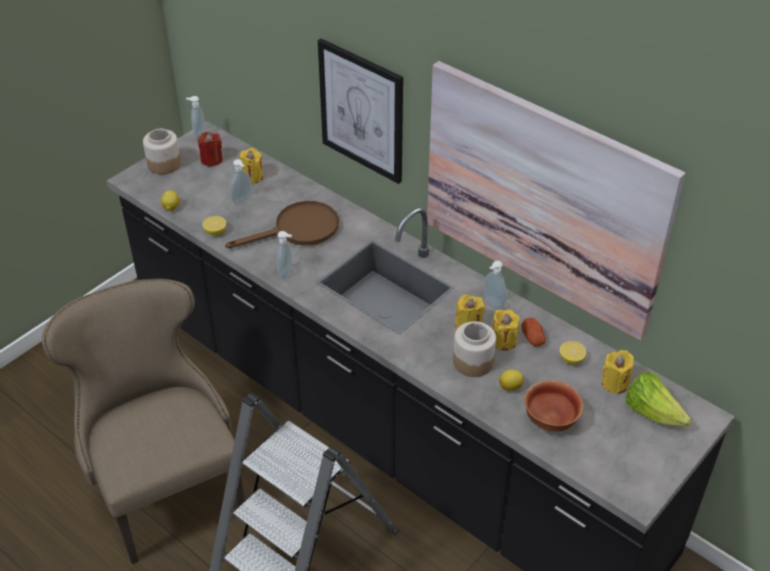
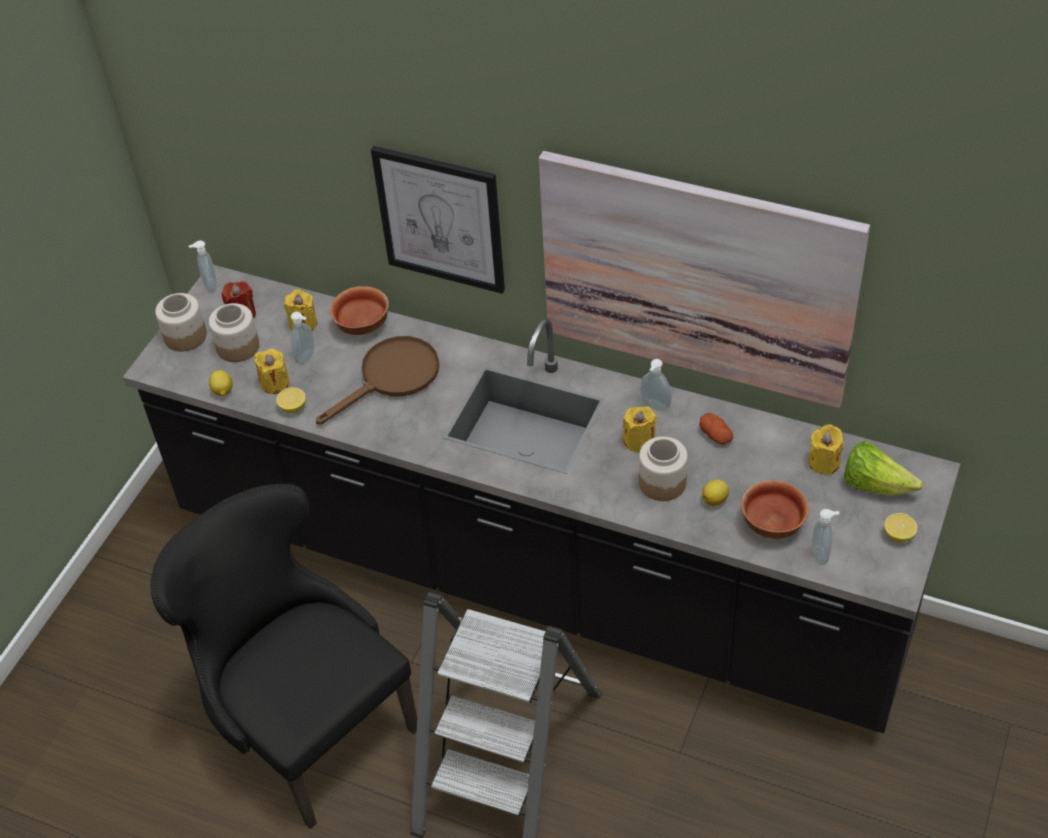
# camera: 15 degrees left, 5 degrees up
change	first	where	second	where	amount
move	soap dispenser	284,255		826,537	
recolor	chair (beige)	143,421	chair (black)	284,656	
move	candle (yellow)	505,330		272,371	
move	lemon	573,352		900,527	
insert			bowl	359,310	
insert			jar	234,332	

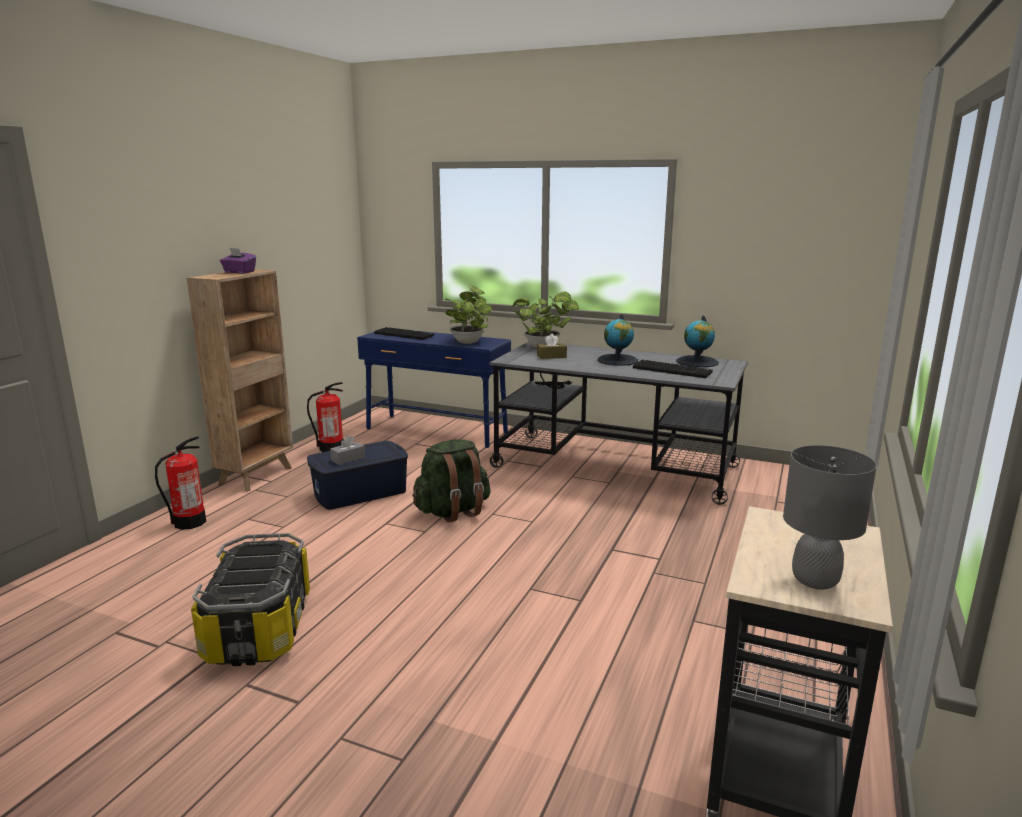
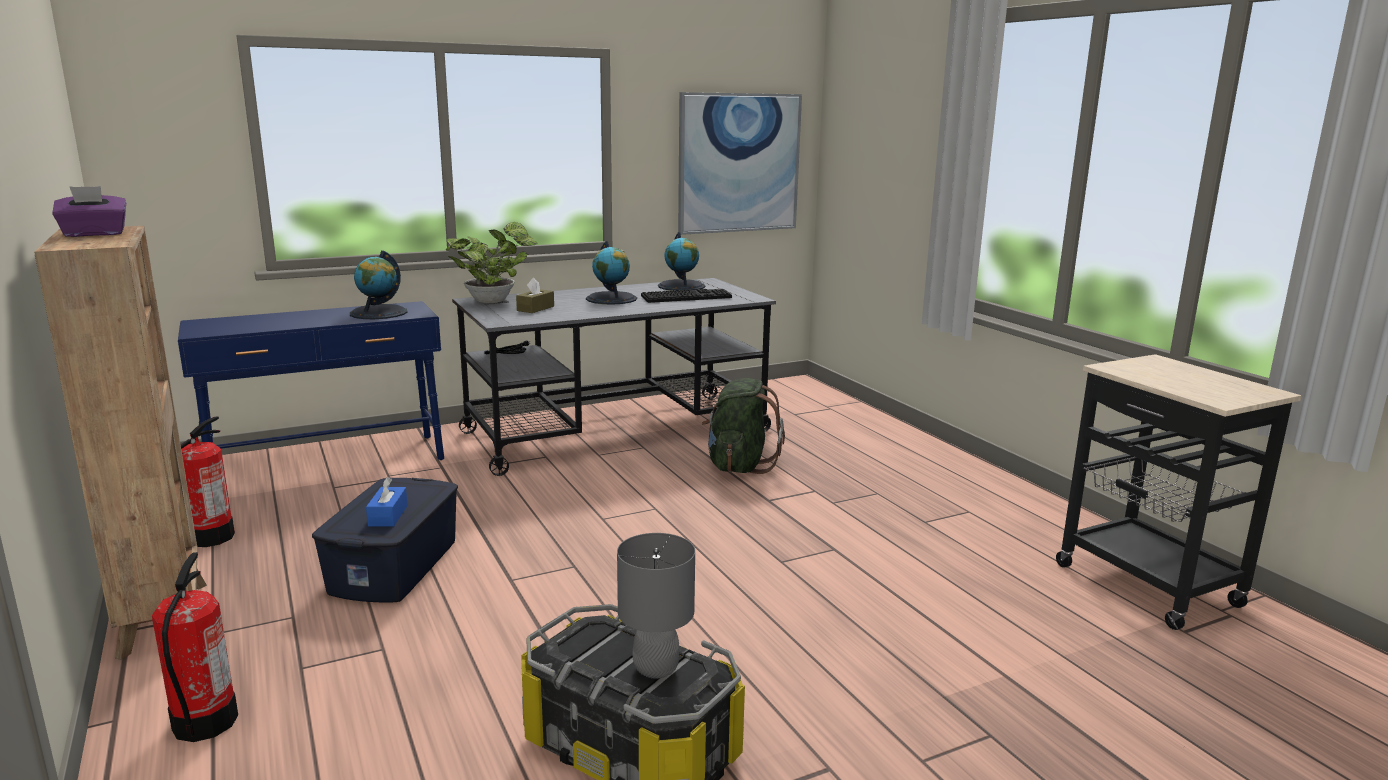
# camera: 50 degrees left, 0 degrees up
change	first	where	second	where	amount
replace	potted plant	468,314	globe	379,285	
delete	keyboard	404,333			
recolor	tissue box (grey)	347,450	tissue box (blue)	387,502	
move	backpack (green)	451,481		743,426	
move	table lamp (grey)	830,517		656,606	
insert			picture	740,163	

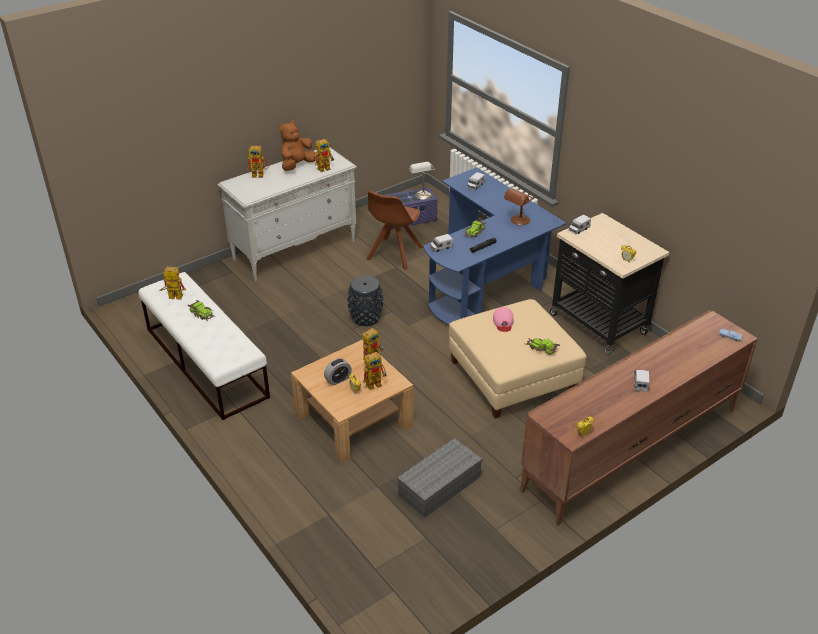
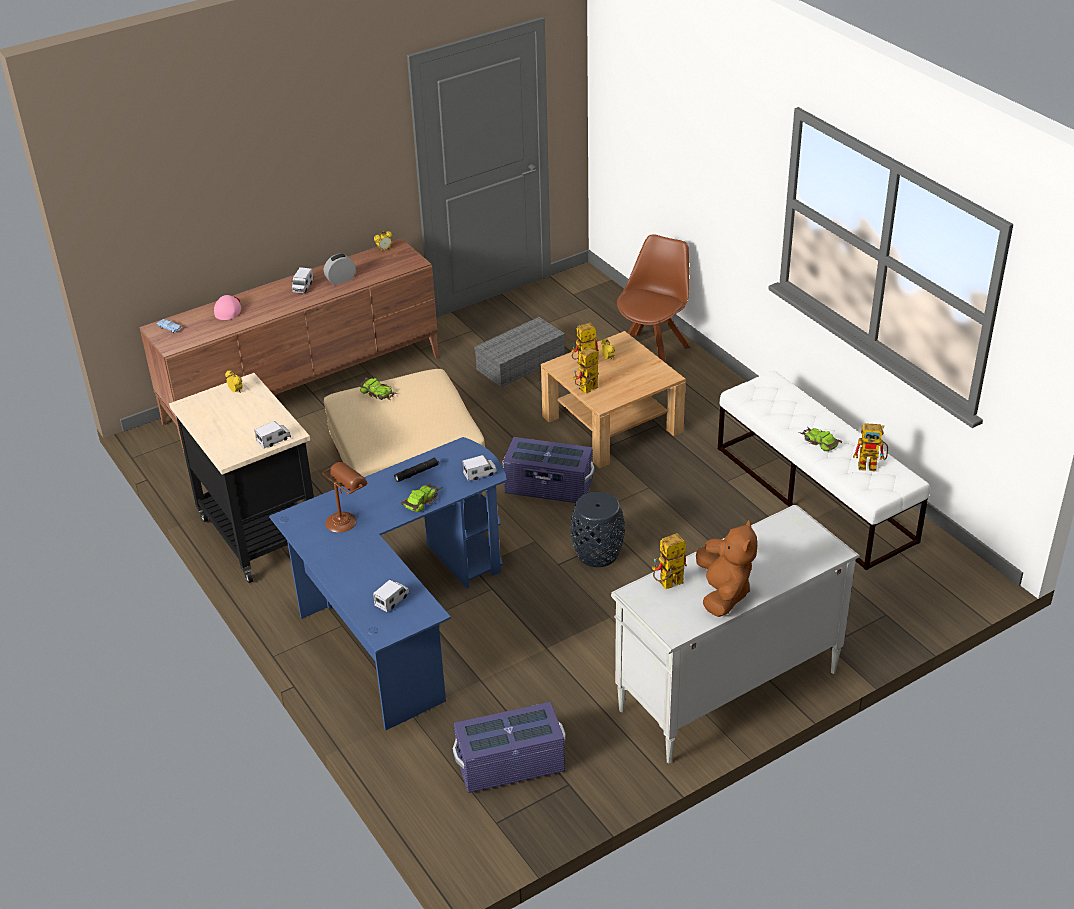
# camera: 175 degrees left, 0 degrees up
change	first	where	second	where	amount
rotate	plush toy (brown)	297,146		726,568	45 degrees counterclockwise
delete	toy robot	258,162			
delete	table lamp (white)	422,181			
move	chair (brown)	395,230		653,298	
move	cap (pink)	503,319		227,307	
move	alarm clock	338,372		340,269	
insert			storage box (purple)	548,470	

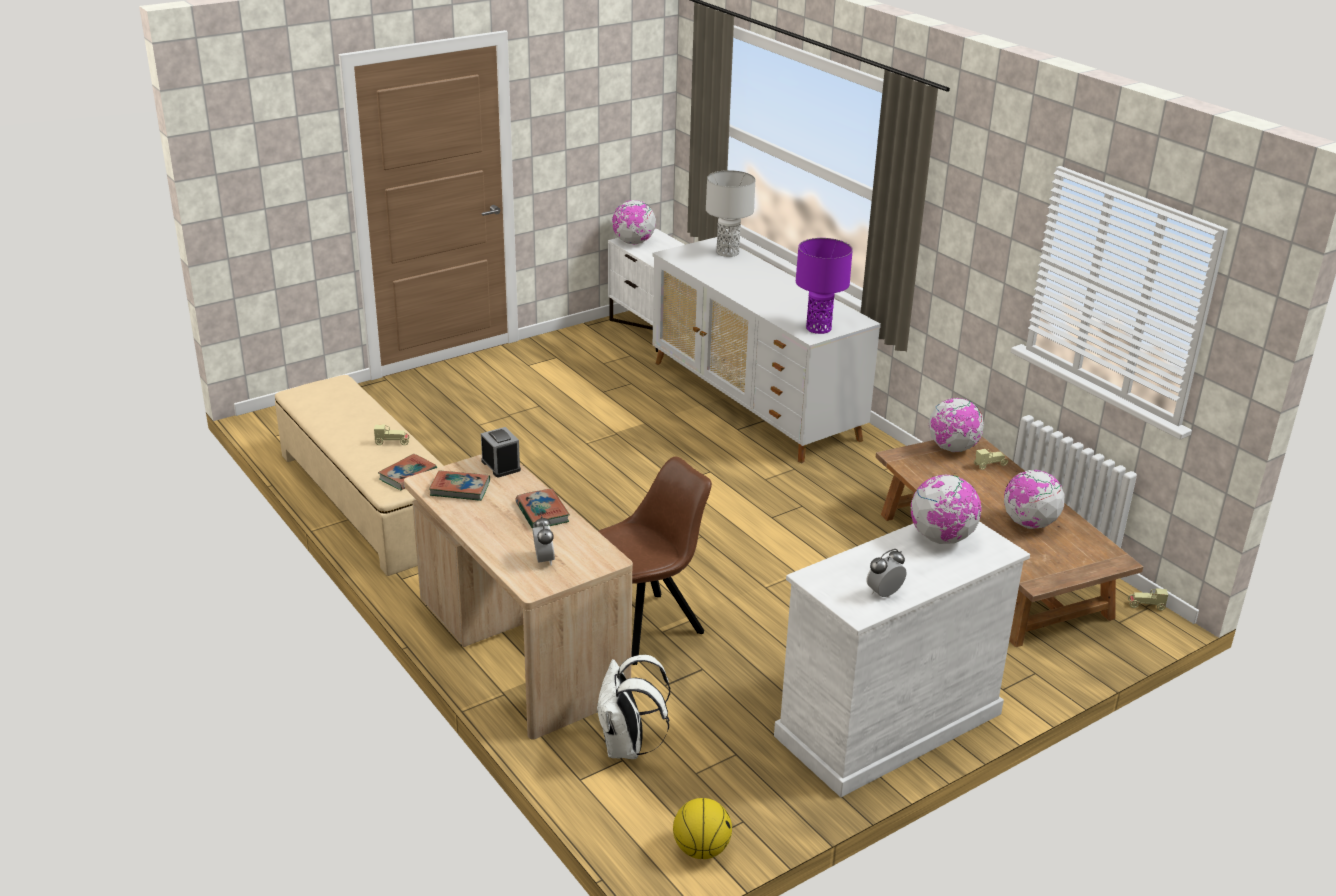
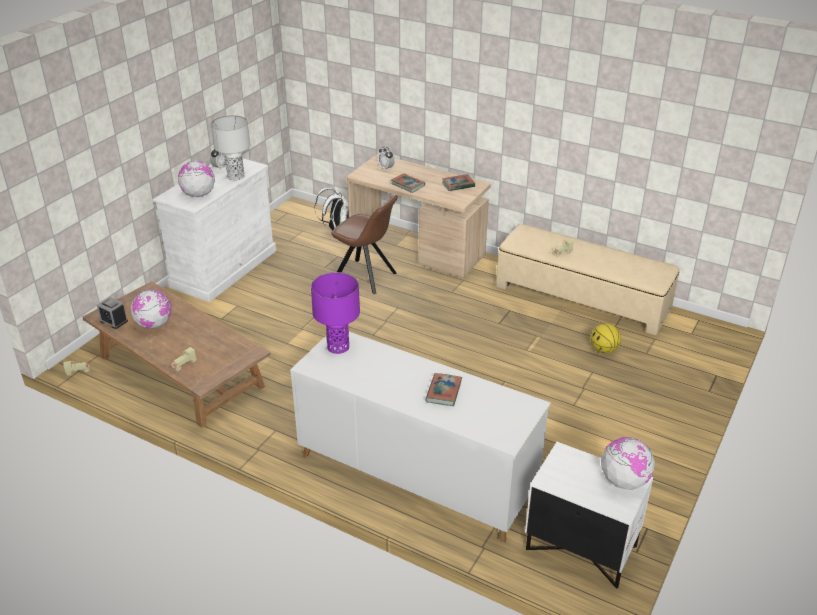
# camera: 155 degrees right, 5 degrees up
change	first	where	second	where	amount
move	table lamp (white)	730,213		230,147	
delete	globe	956,425			
move	alarm clock	501,452		112,313	
move	book	407,472		443,389	
rotate	chair (brown)	655,560		364,244	90 degrees counterclockwise
move	basketball	702,828		606,338	

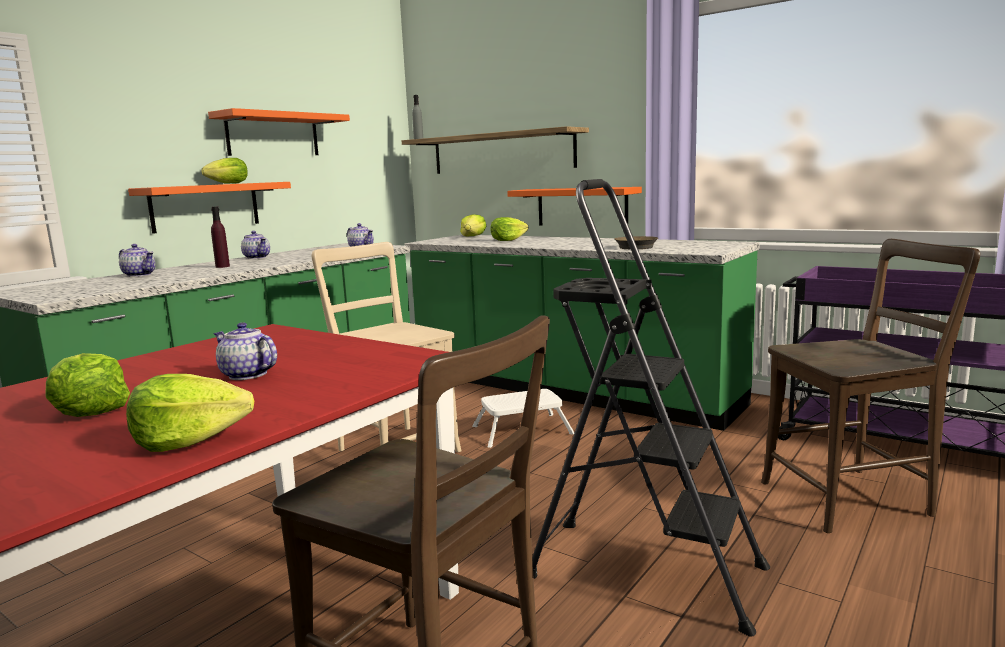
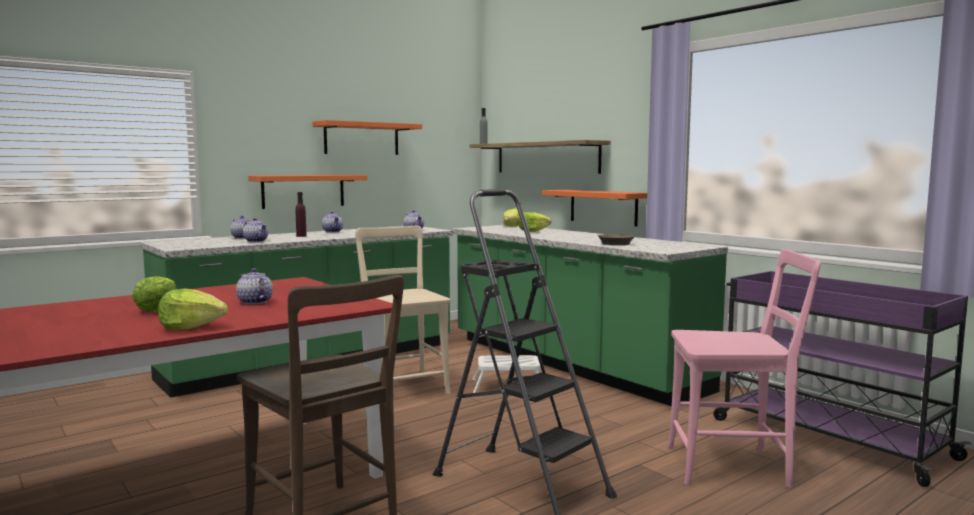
# camera: 15 degrees right, 5 degrees down
change	first	where	second	where	amount
delete	lettuce	225,171			
recolor	chair (brown)	870,386	chair (pink)	744,368	
insert			teapot	255,230	

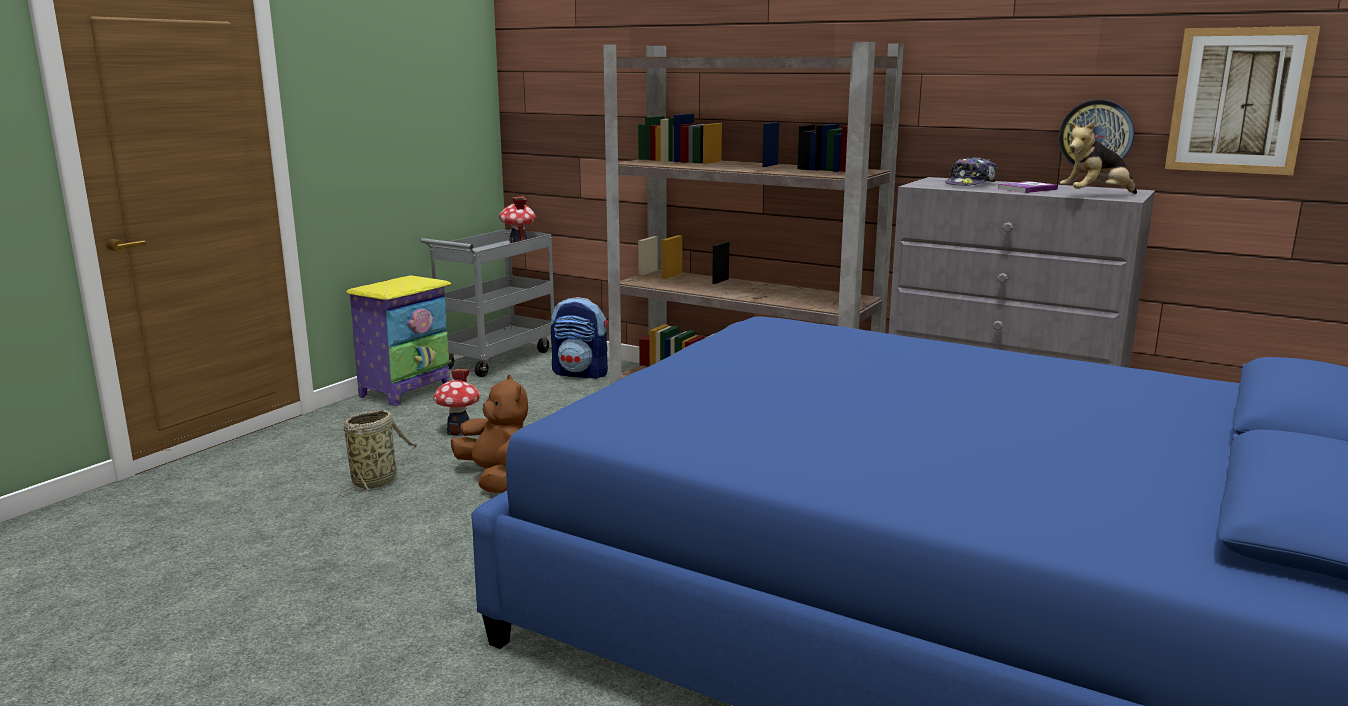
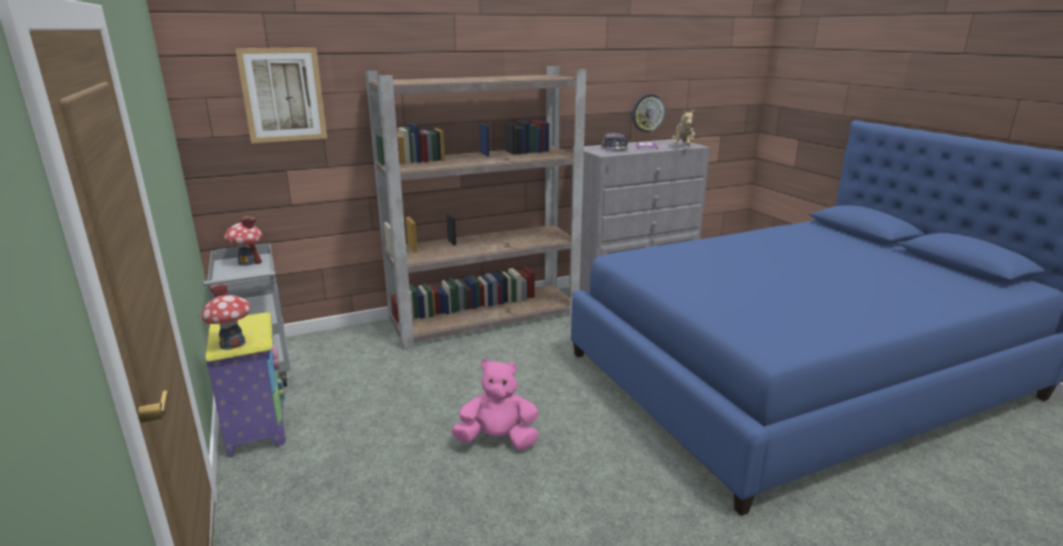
# camera: 55 degrees left, 5 degrees up
change	first	where	second	where	amount
move	picture	1242,100		281,95	
delete	backpack	579,338			
move	toy house	456,402		226,316	
recolor	plush toy (brown)	489,434	plush toy (pink)	495,404	
delete	basket	378,453			

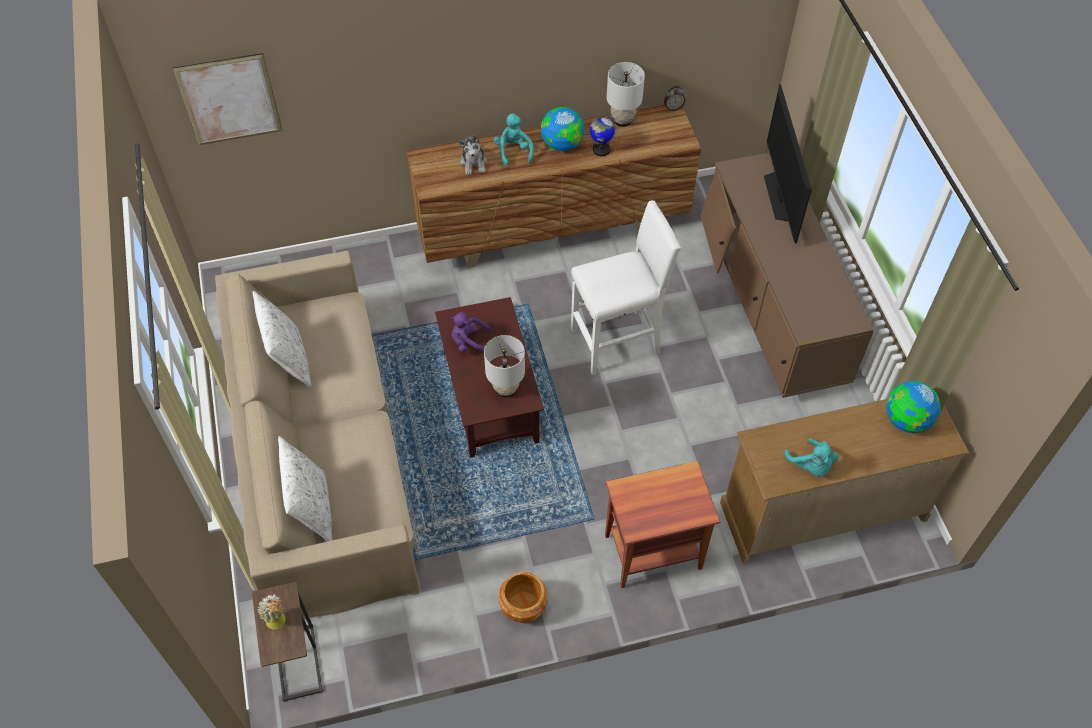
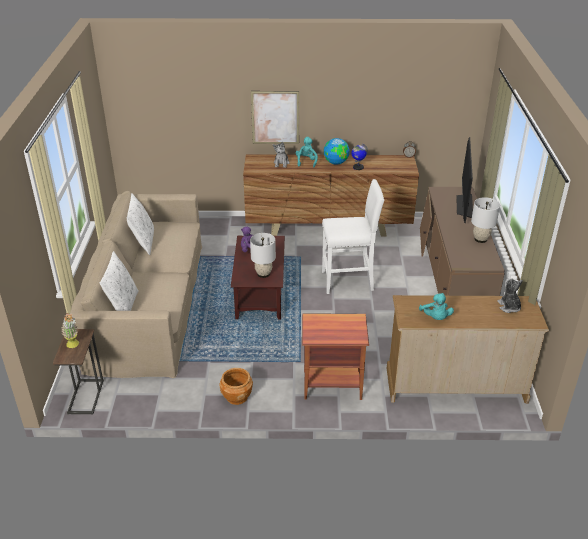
# camera: 15 degrees right, 20 degrees down
change	first	where	second	where	amount
move	picture	228,99		275,117	
move	table lamp (white)	625,94		485,220	
replace	globe	913,407	plush toy	510,295	

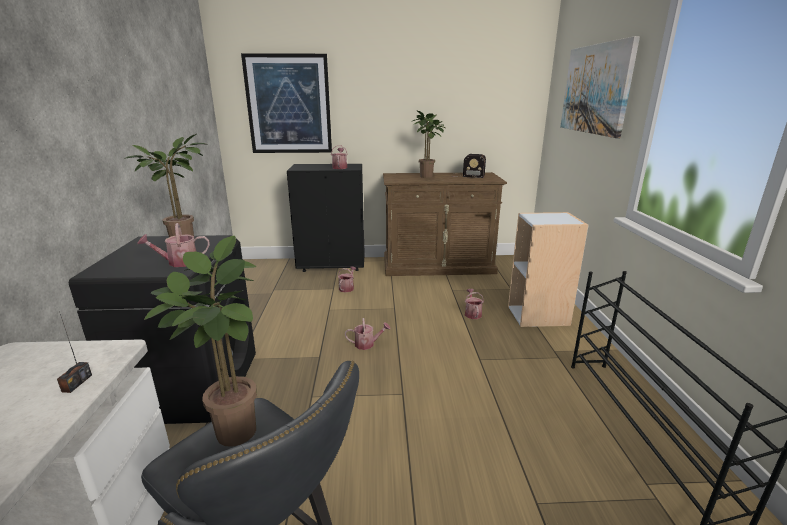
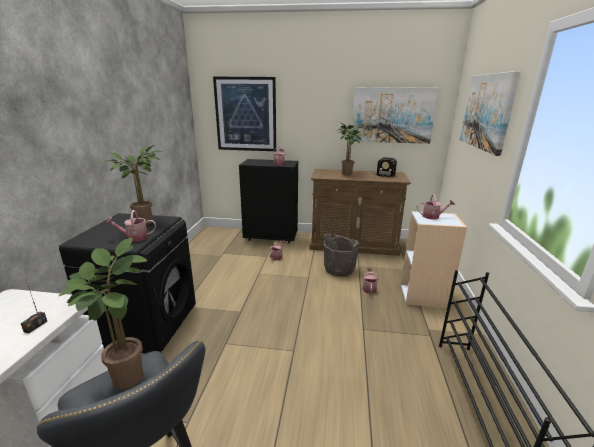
# camera: 10 degrees right, 0 degrees up
change	first	where	second	where	amount
move	watering can	368,334		435,207	
insert			picture	396,115	
insert			bucket (grey)	341,254	

